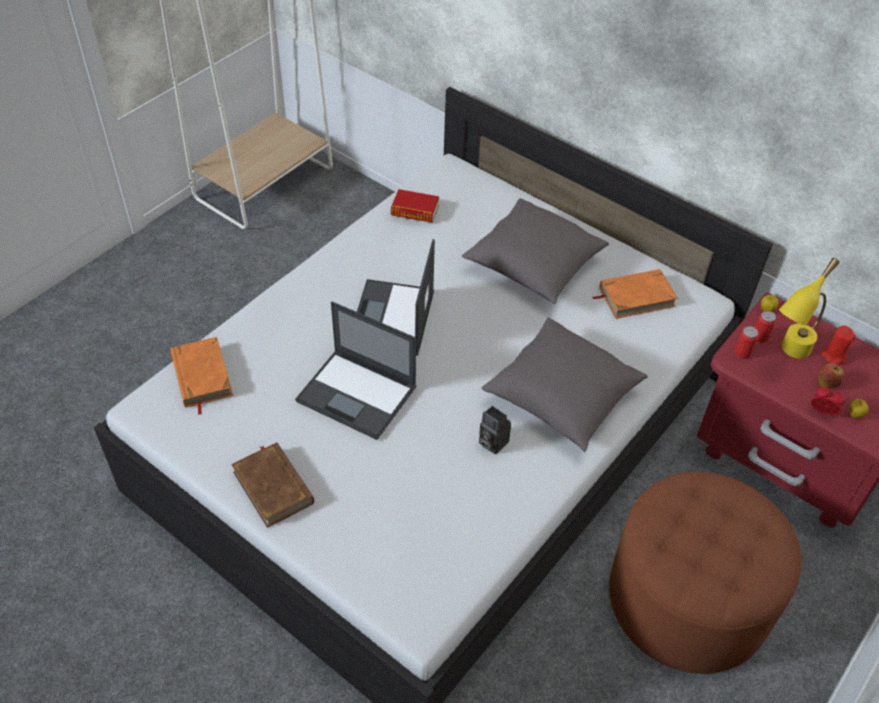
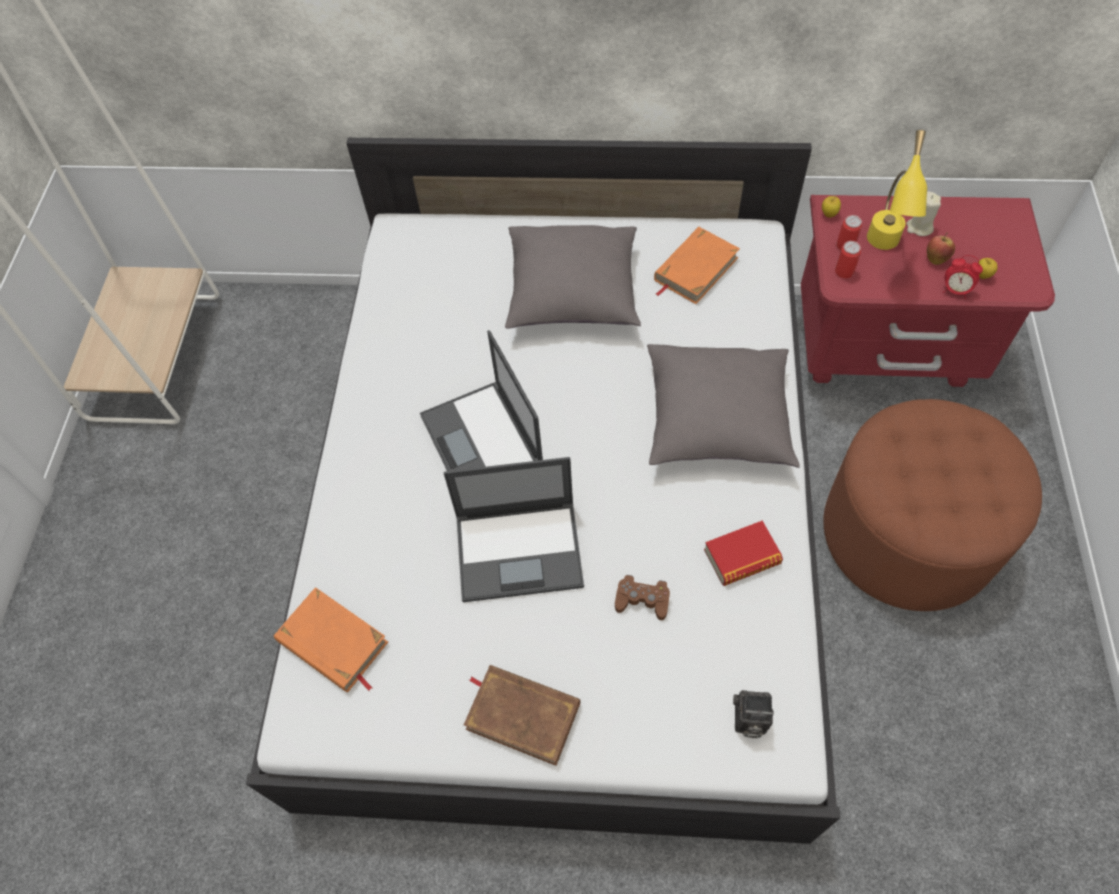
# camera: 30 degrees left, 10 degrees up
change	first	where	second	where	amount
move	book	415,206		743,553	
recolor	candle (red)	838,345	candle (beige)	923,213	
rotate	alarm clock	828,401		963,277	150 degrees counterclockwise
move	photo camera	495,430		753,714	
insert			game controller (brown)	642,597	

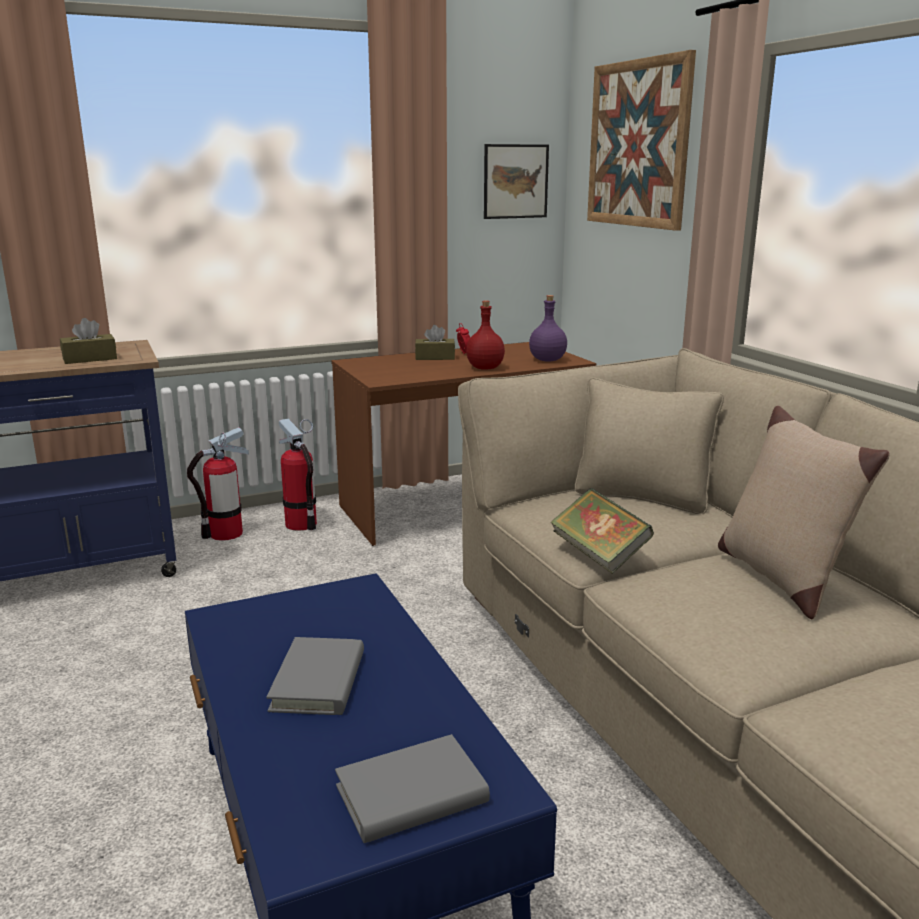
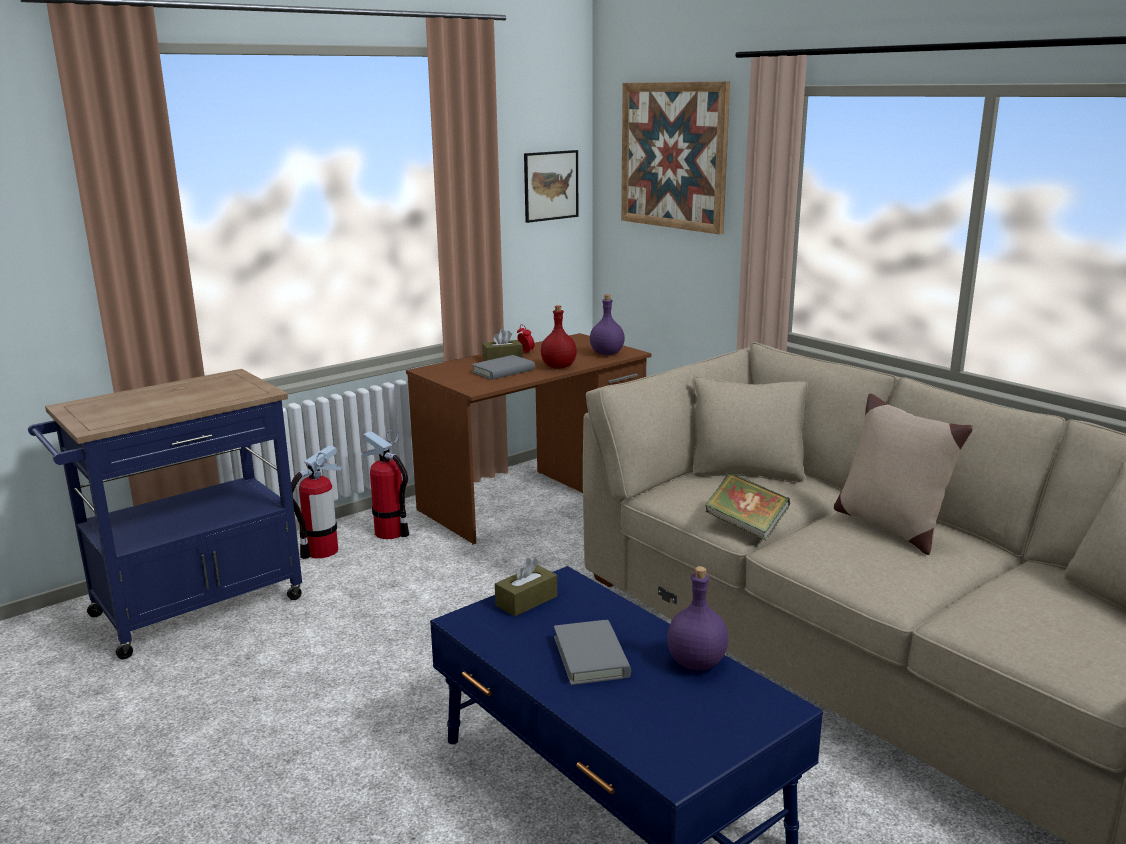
# camera: 15 degrees left, 0 degrees up
change	first	where	second	where	amount
move	tissue box (brown)	88,341		526,587	
move	book (grey)	412,788		503,367	
insert			bottle (purple)	697,618	

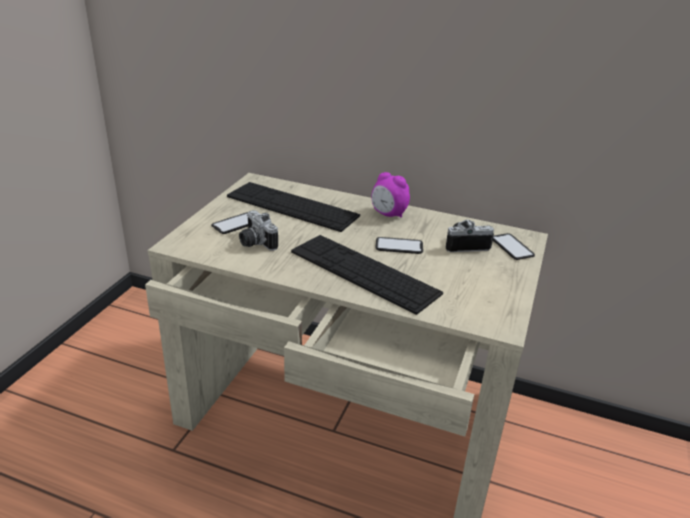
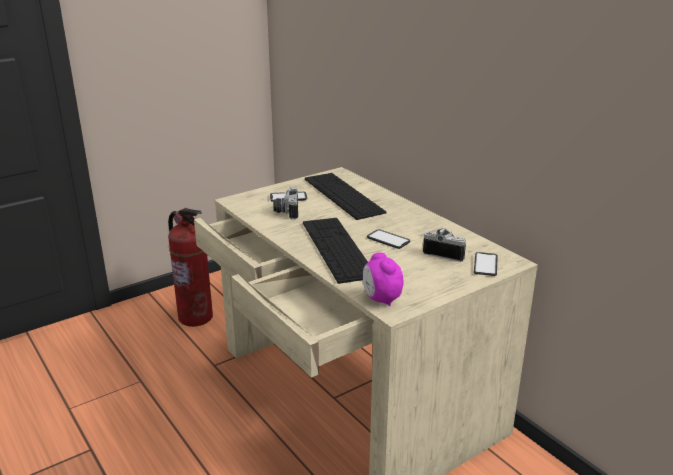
# camera: 35 degrees right, 5 degrees down
change	first	where	second	where	amount
move	alarm clock	391,194		383,279	
insert			fire extinguisher	190,267	

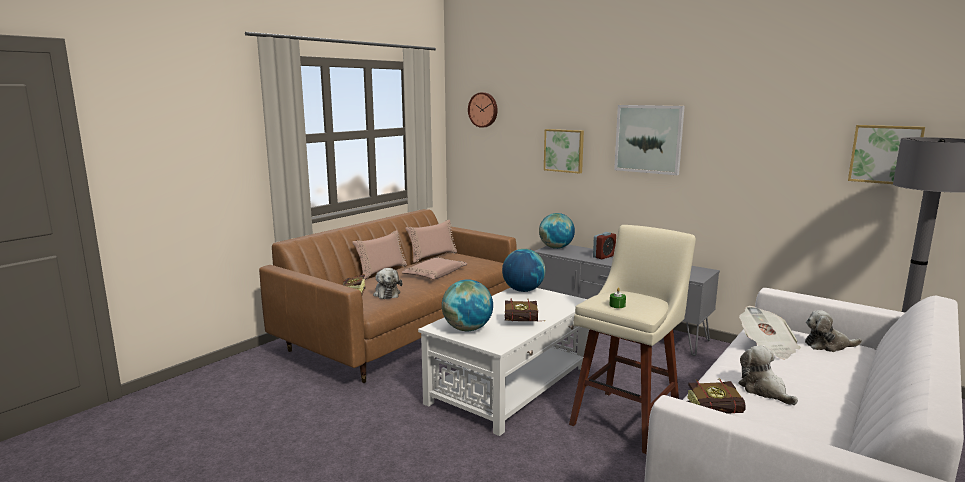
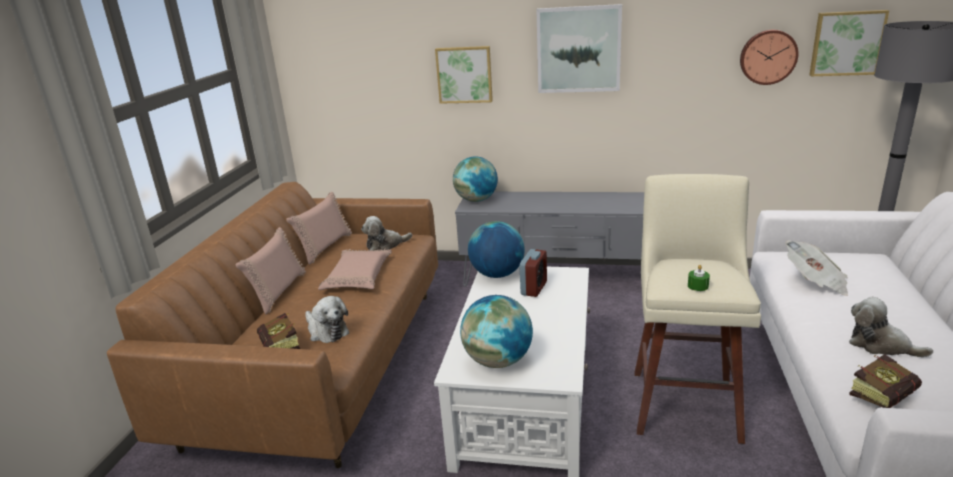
# camera: 25 degrees left, 10 degrees up
change	first	where	second	where	amount
move	wall clock	483,110		769,57	
move	alarm clock	604,245		533,273	
delete	book	521,310			
move	plush toy	833,331		386,233	

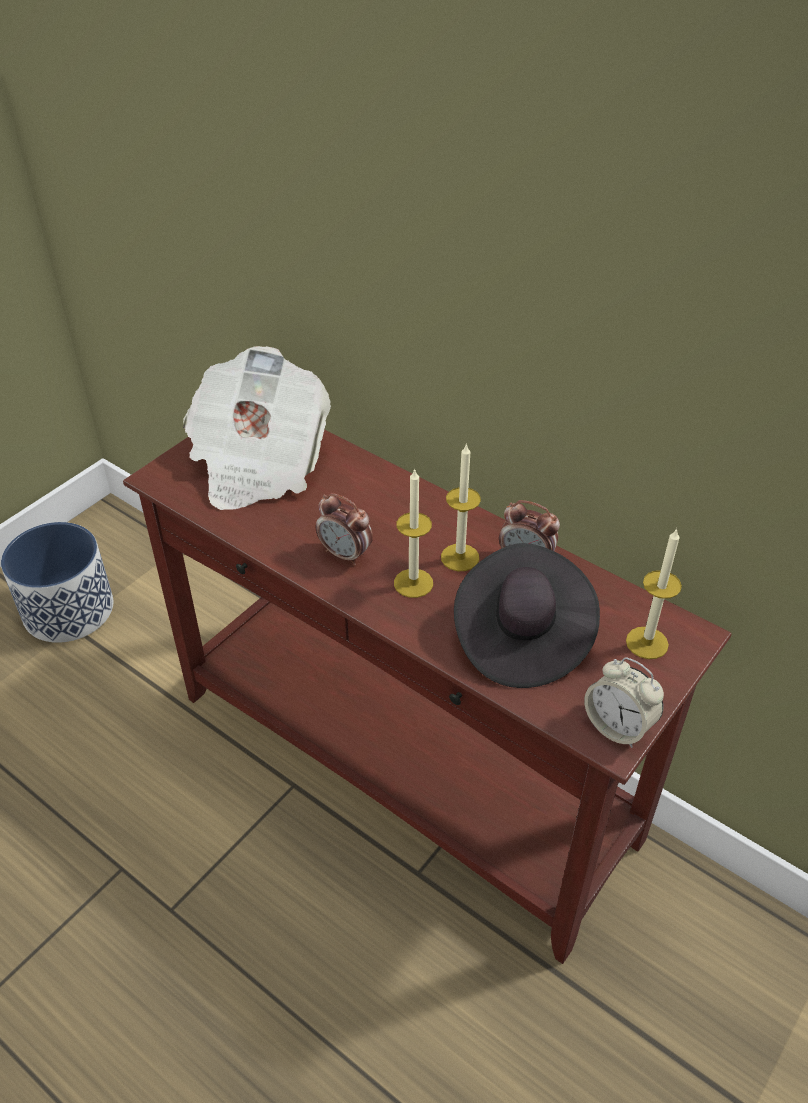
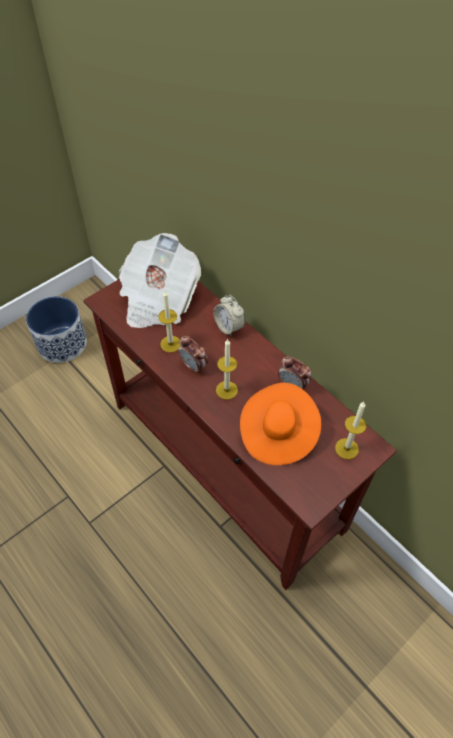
# camera: 10 degrees right, 10 degrees up
change	first	where	second	where	amount
move	candle	461,507		169,322	
recolor	hat (black)	527,615	hat (orange)	280,424	
move	alarm clock	624,702		229,315	

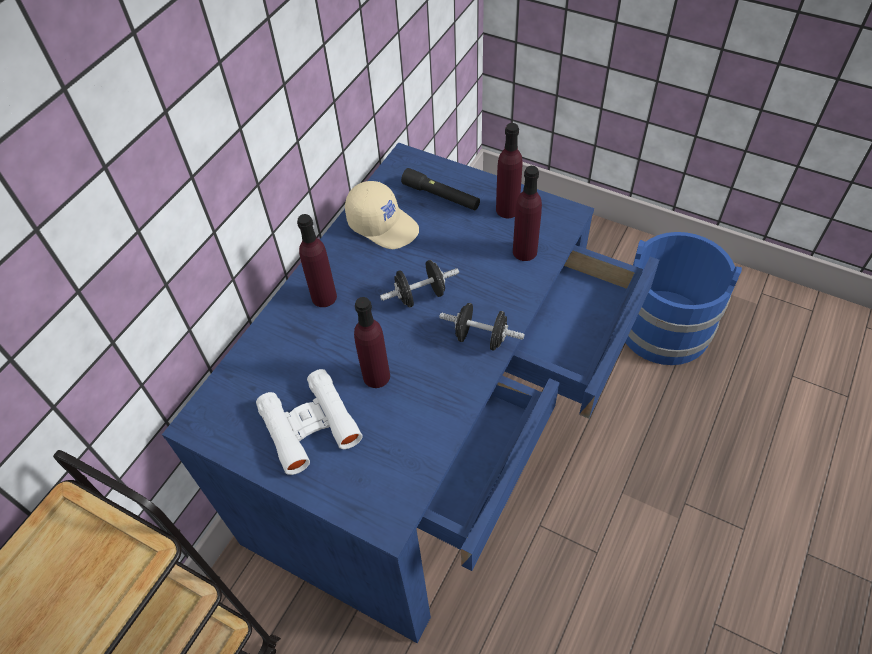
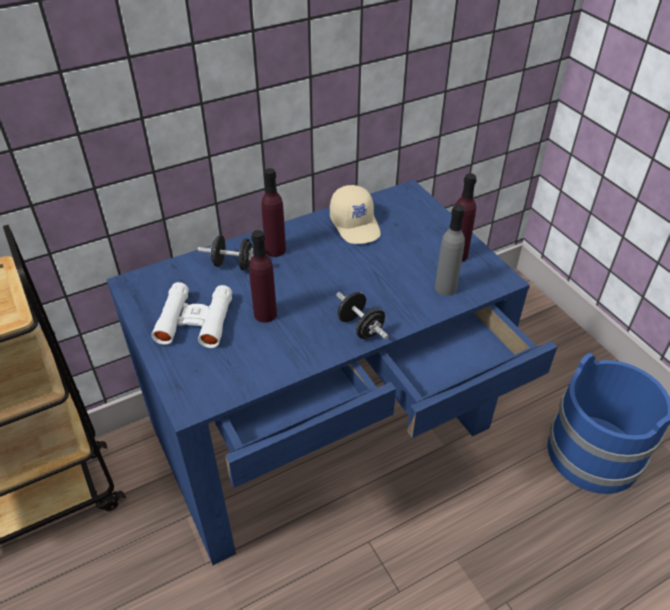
# camera: 30 degrees right, 10 degrees down
change	first	where	second	where	amount
recolor	bottle (purple)	527,213	bottle (grey)	450,250	
delete	flashlight (black)	440,189			
move	dumbbell (black)	419,283		225,252	

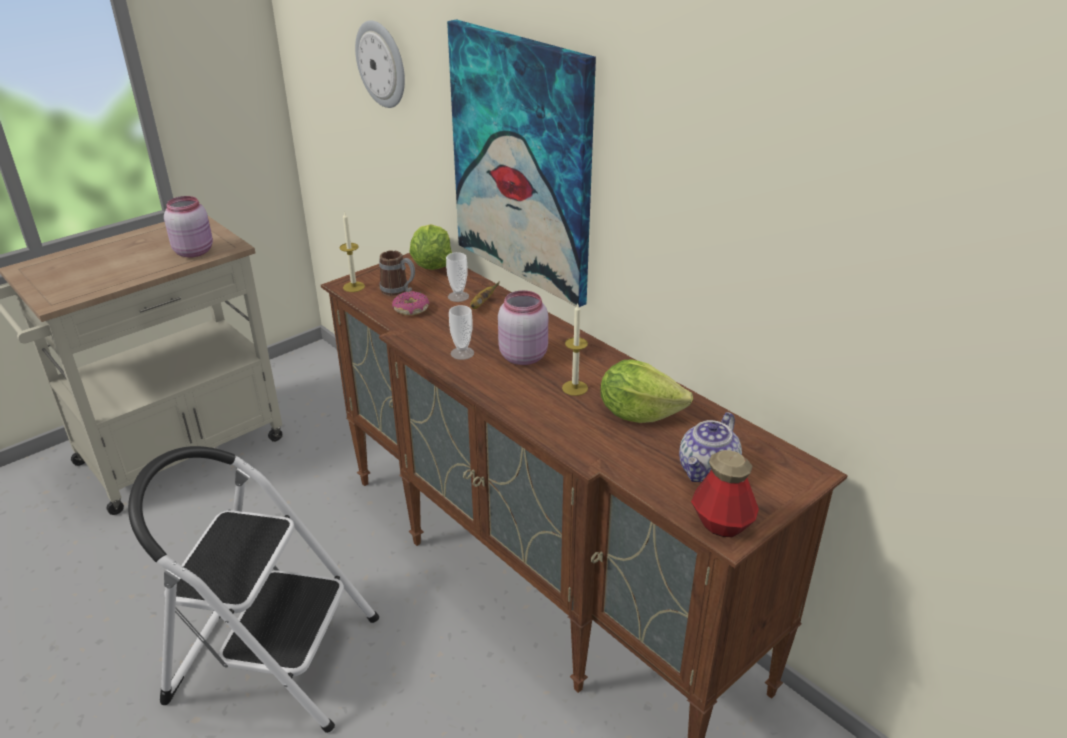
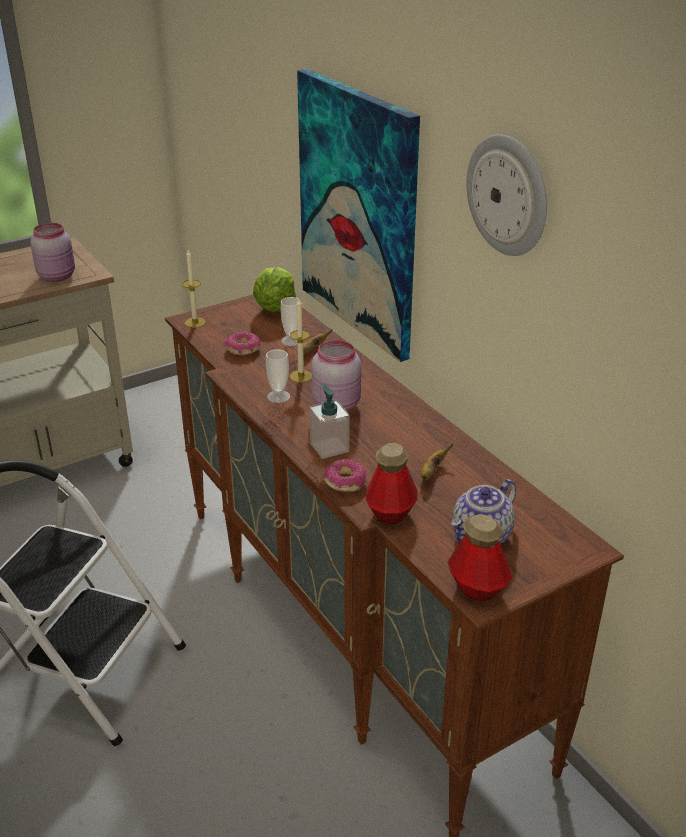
# camera: 10 degrees right, 0 degrees up
change	first	where	second	where	amount
move	wall clock	380,64		507,195	
delete	mug	397,273			
move	candle	575,350		301,341	
replace	lettuce	646,391	banana	436,462	
insert			soap dispenser	329,421	
insert			bottle	392,483	
insert			donut	345,475	

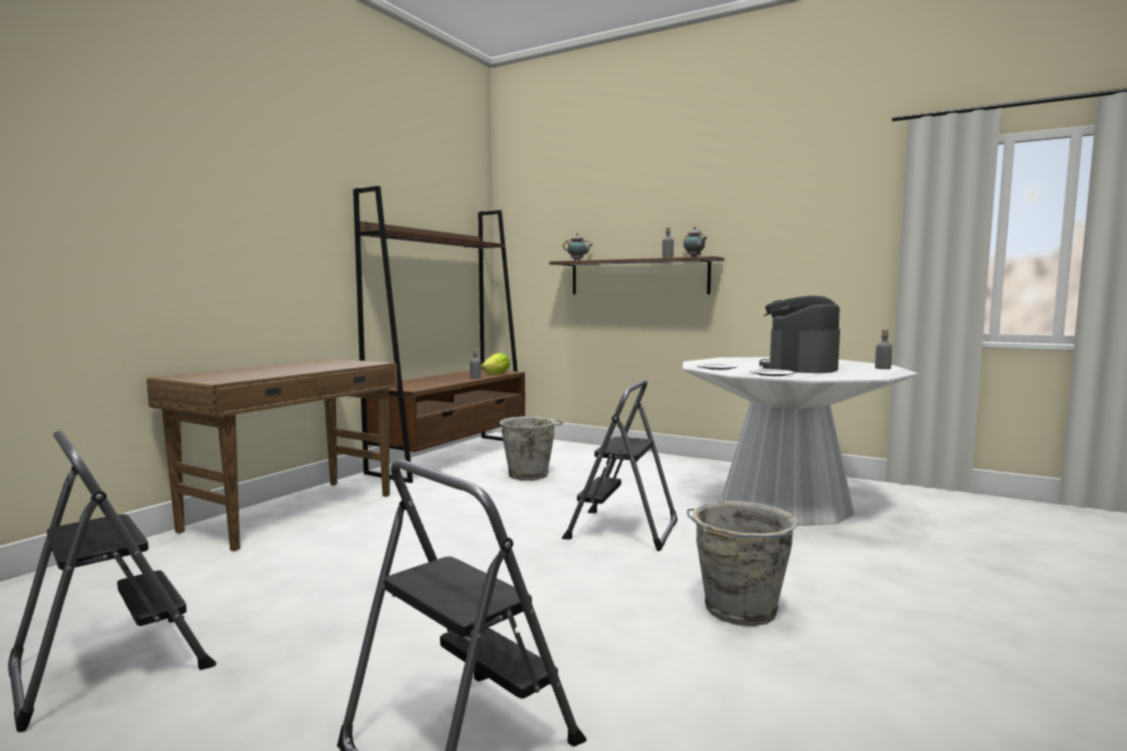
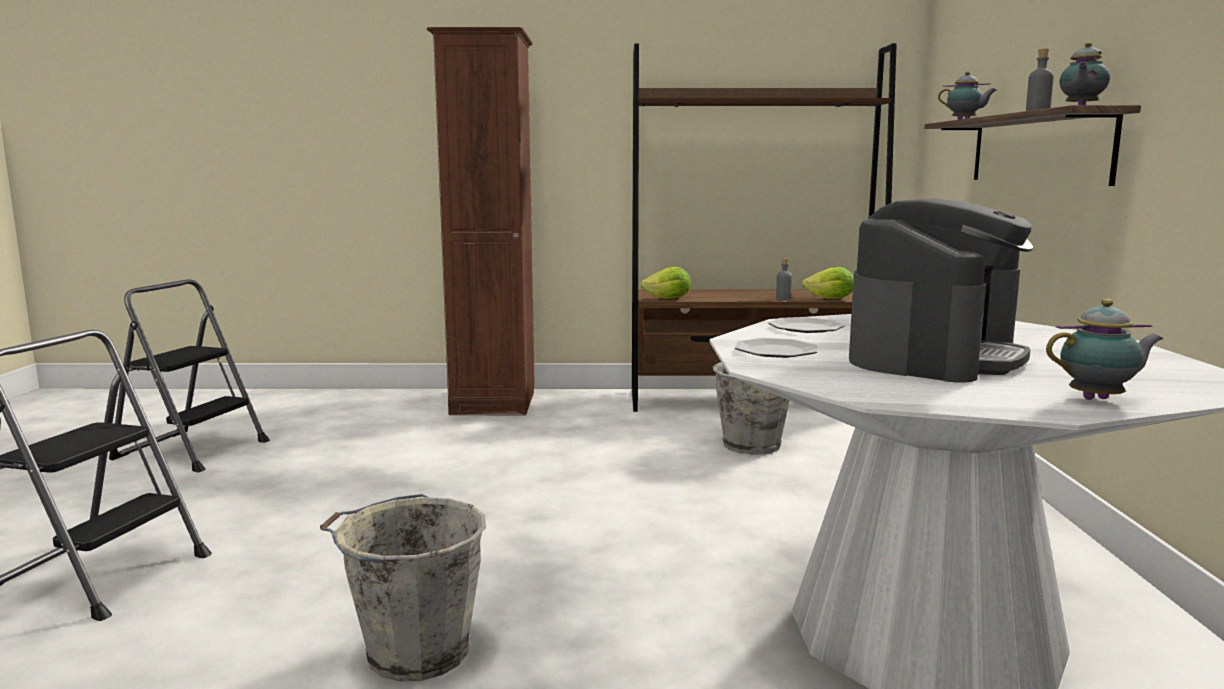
# camera: 60 degrees right, 5 degrees up
change	first	where	second	where	amount
rotate	coffee machine	799,334		941,290	135 degrees clockwise
replace	bottle (grey)	883,349	teapot	1104,349	
replace	console table (brown)	272,455	cabinet (brown)	480,221	
delete	step ladder (black)	620,465			
insert			lettuce	665,283	

